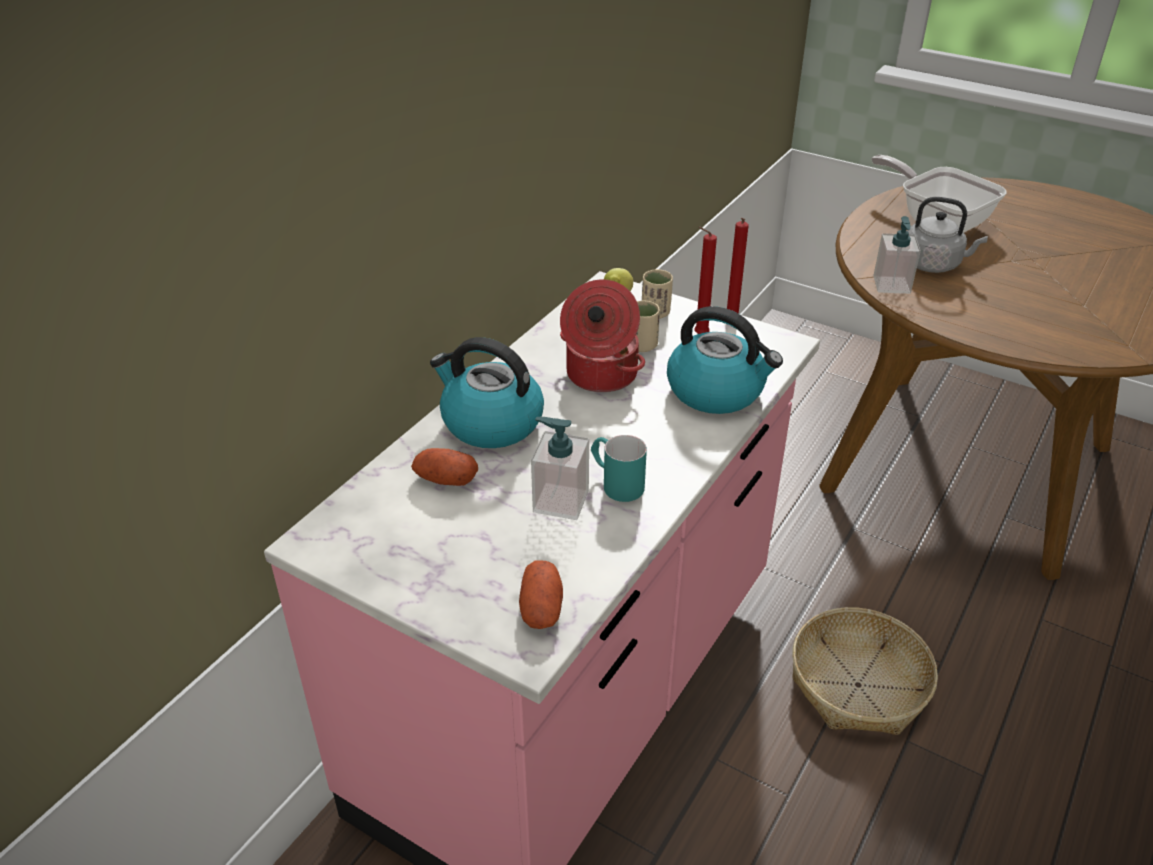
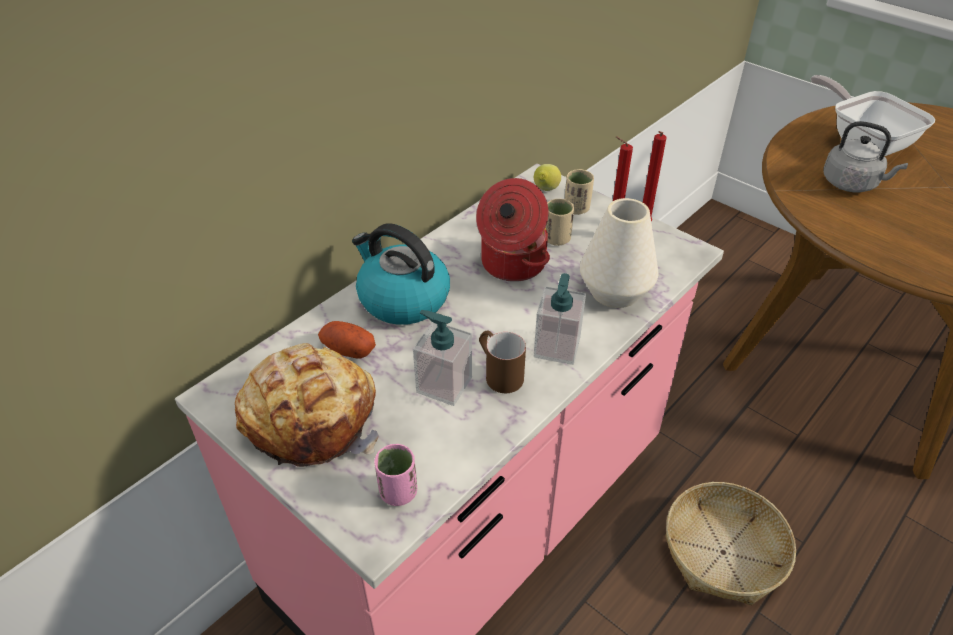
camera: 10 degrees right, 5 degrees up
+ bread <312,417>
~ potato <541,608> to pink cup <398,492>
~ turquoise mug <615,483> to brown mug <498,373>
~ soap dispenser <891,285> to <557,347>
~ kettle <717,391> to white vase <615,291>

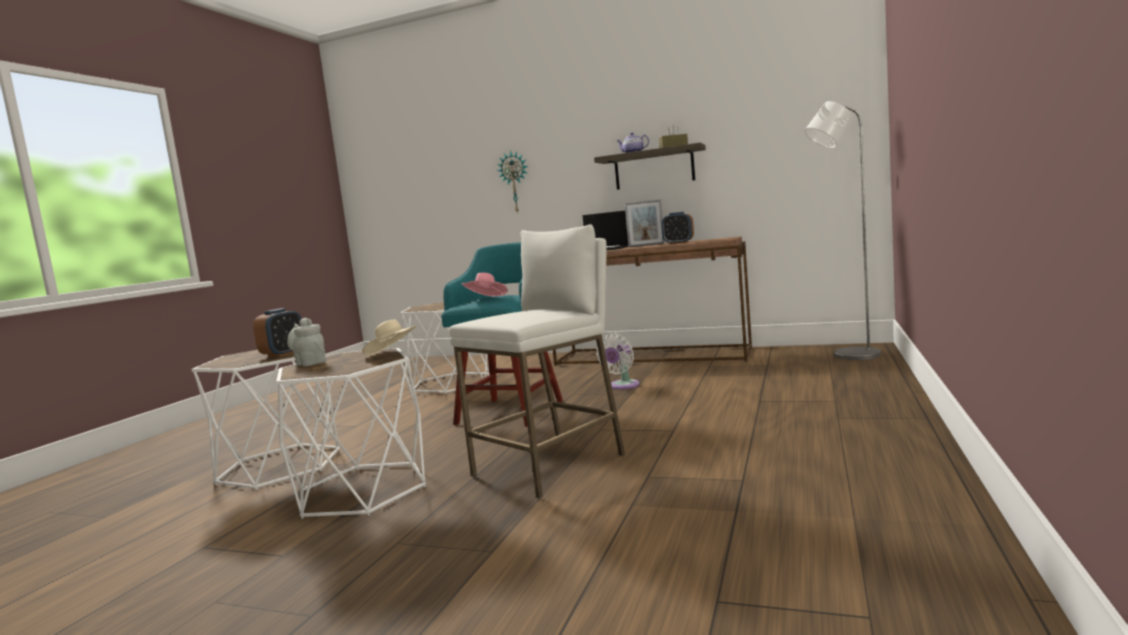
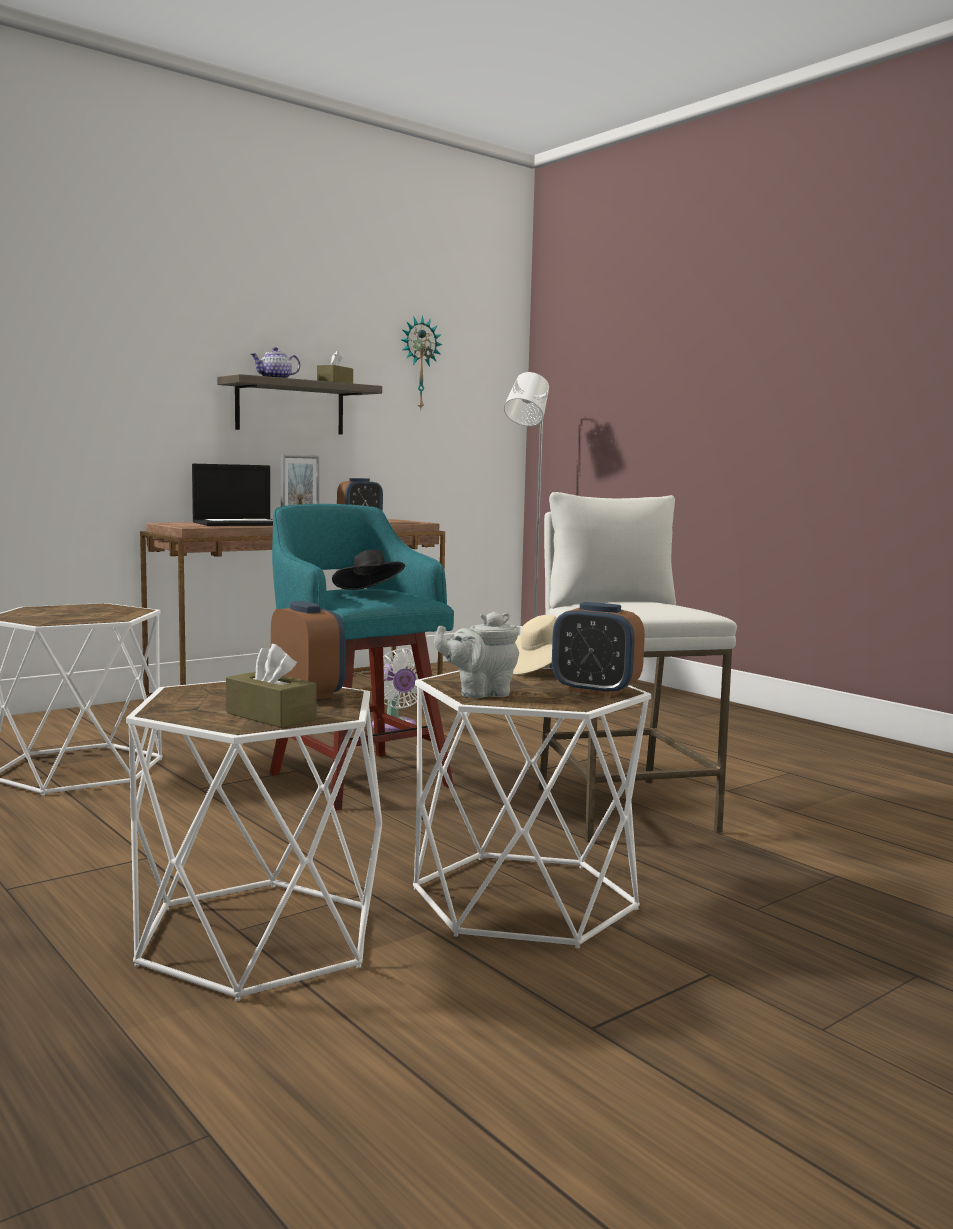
camera: 60 degrees left, 0 degrees up
+ brown tissue box <271,716>
~ pink hat <486,299> to black hat <370,593>
~ wall clock <515,182> to <419,363>
+ alarm clock <595,691>

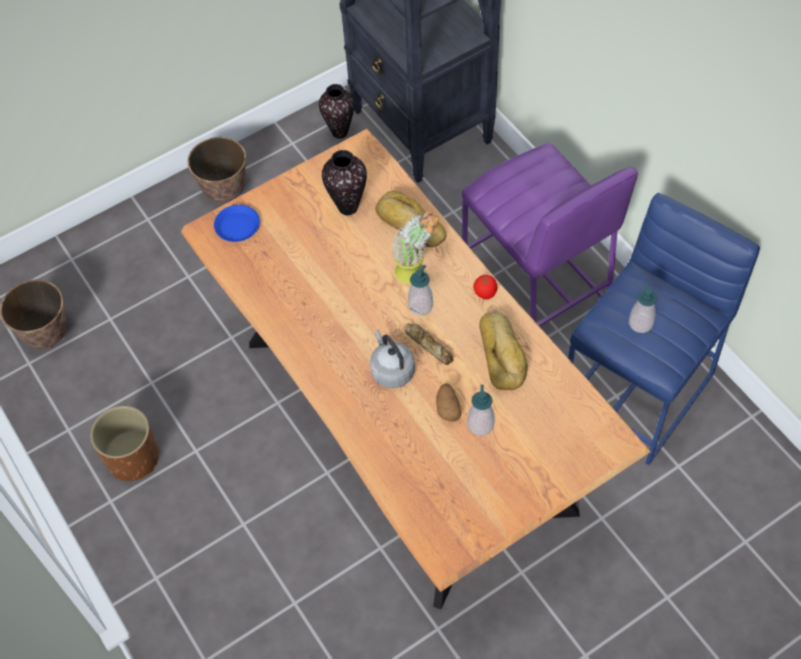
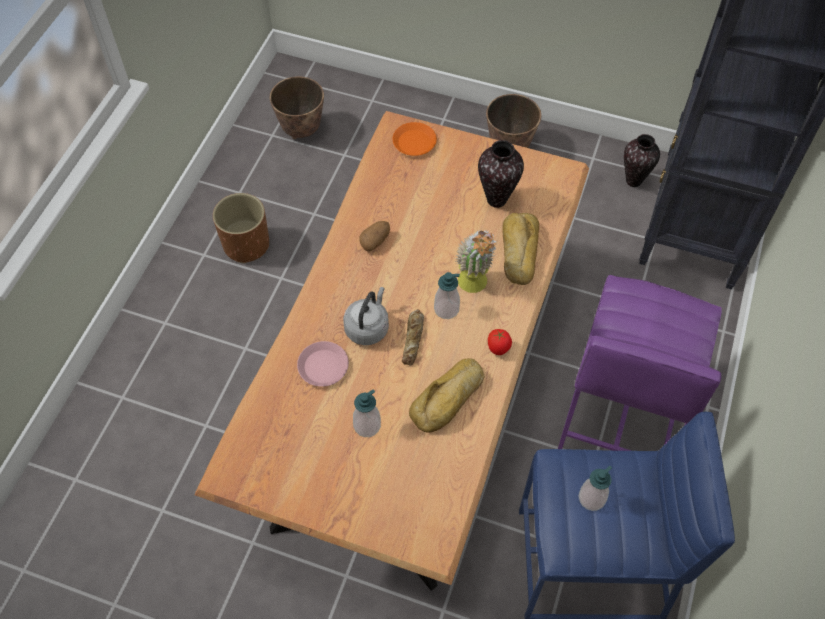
camera: 50 degrees right, 0 degrees up
+ pink plate <323,367>
~ potato <448,408> to <375,241>
~ blue plate <238,226> to orange plate <414,142>

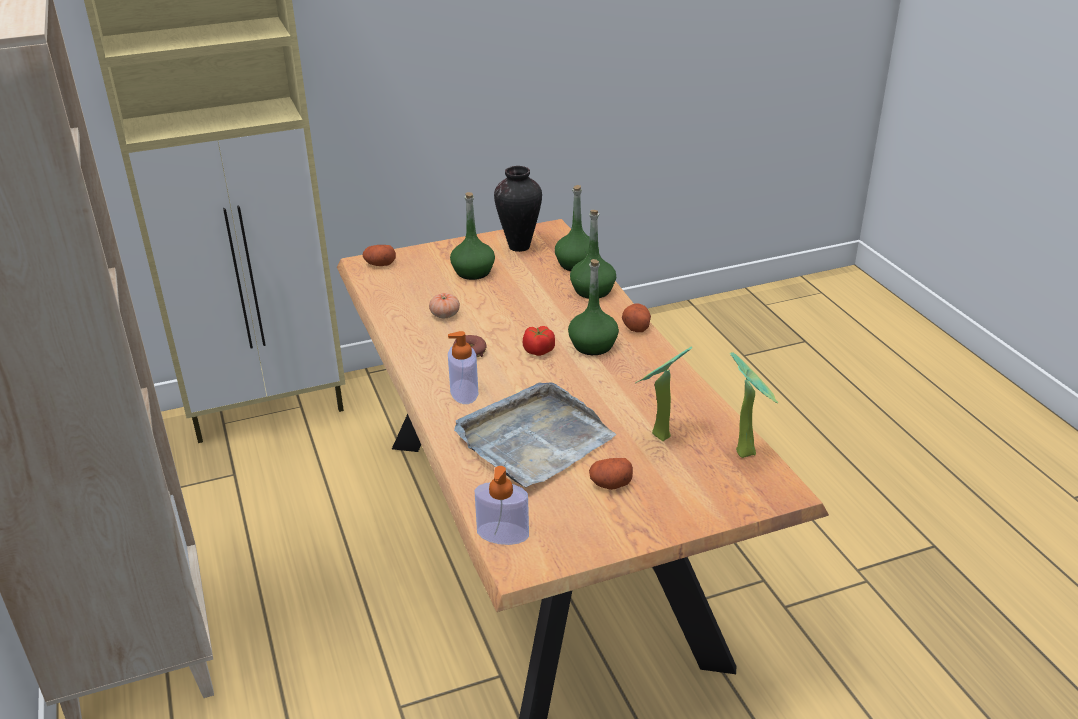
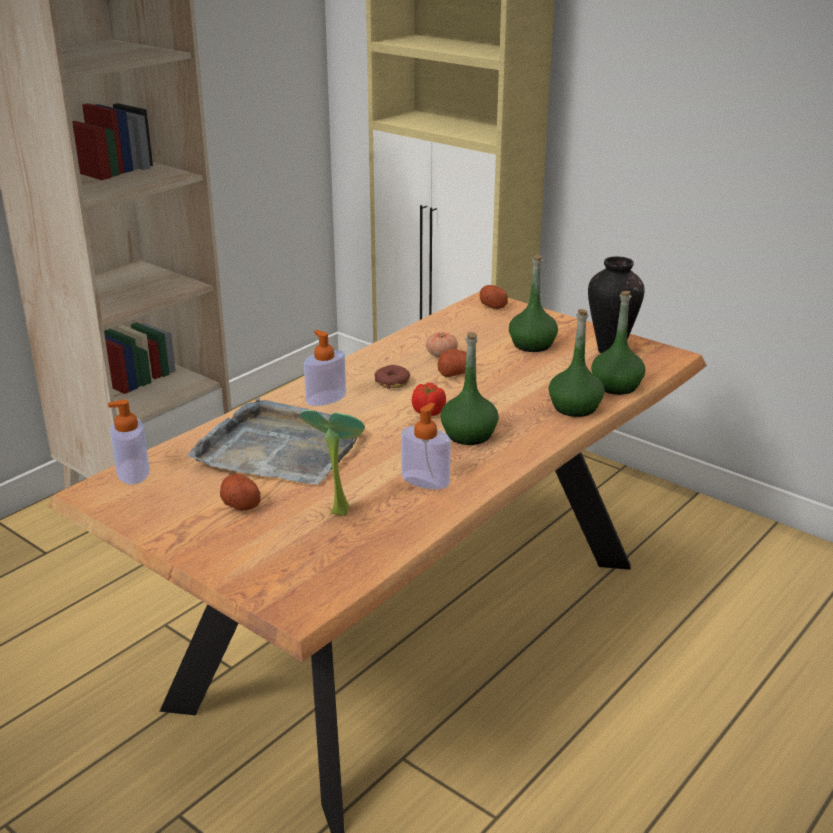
camera: 60 degrees right, 5 degrees down
+ soap dispenser <425,480>
~ potato <636,326> to <455,373>
- potted plant <747,451>

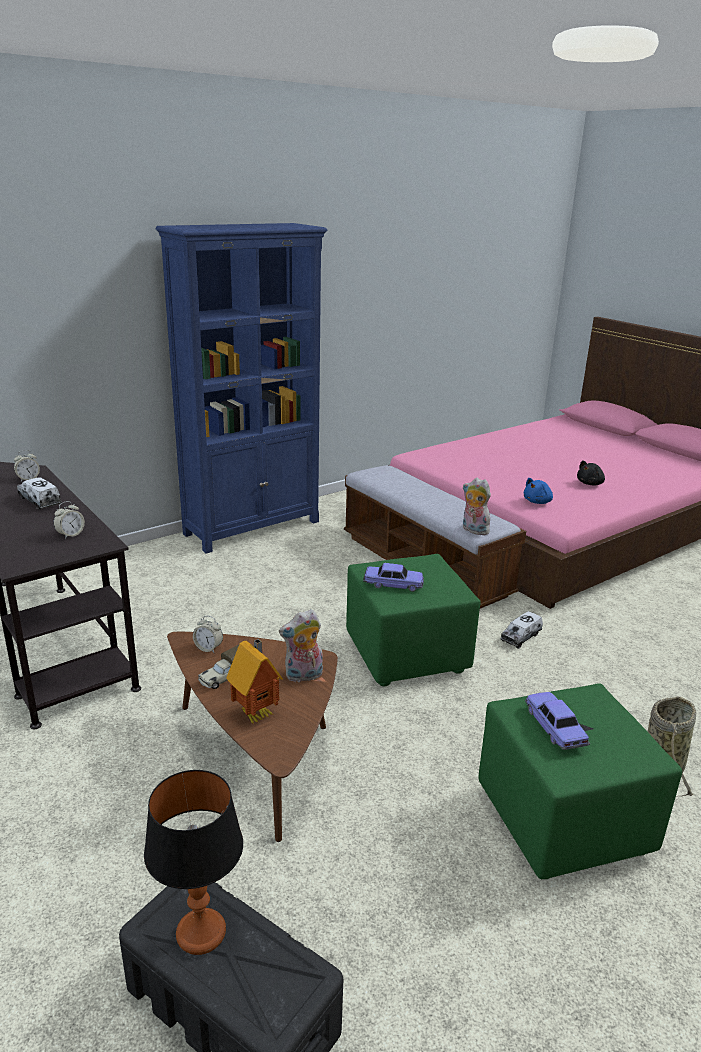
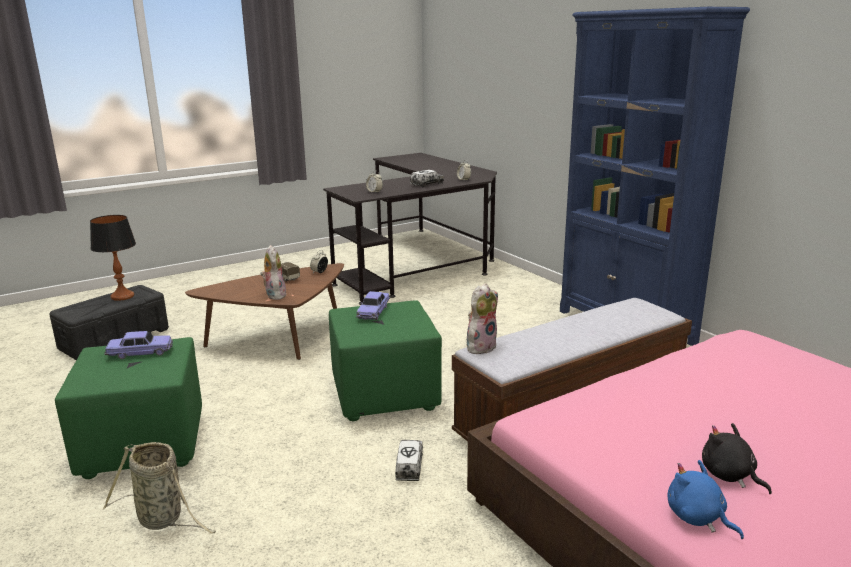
camera: 95 degrees right, 5 degrees down
~ toy truck <521,637> = <409,466> 45 degrees clockwise
~ blue plush toy <538,502> to <697,518>
- toy house <257,713>

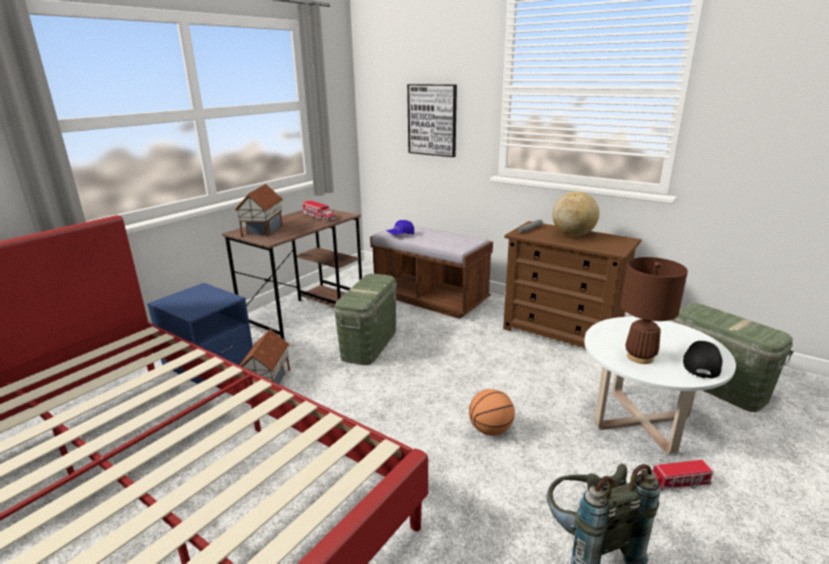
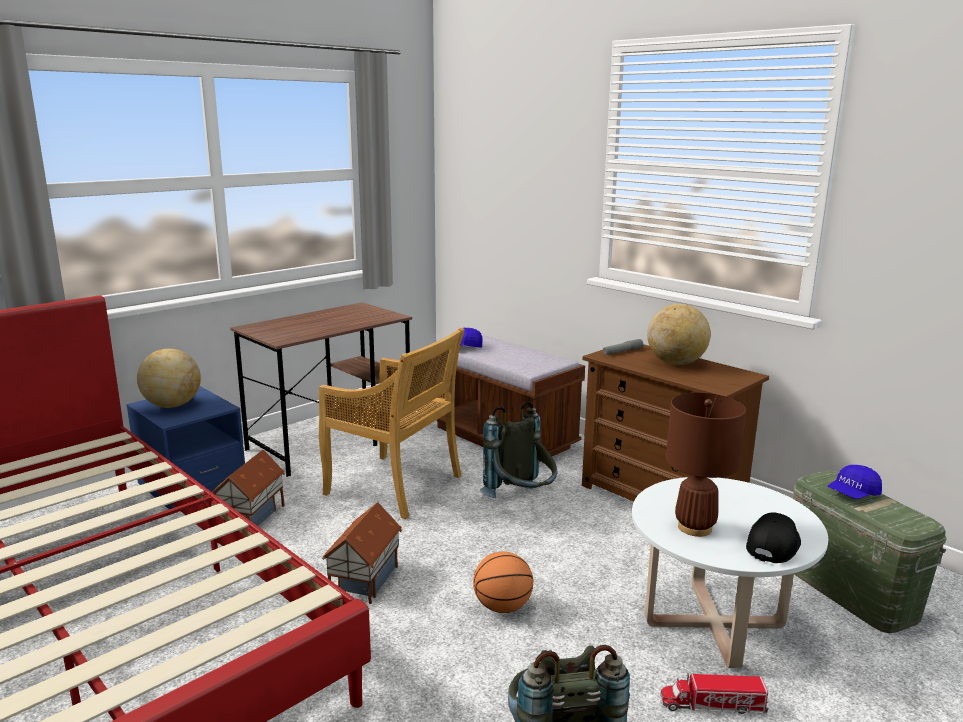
camera: 10 degrees right, 5 degrees down
+ globe <172,405>
~ green storage box <369,344> to beige chair <395,486>
~ toy house <262,230> to <363,581>
+ grey backpack <521,501>
+ blue cap <853,494>
- toy truck <319,217>
- picture <432,120>

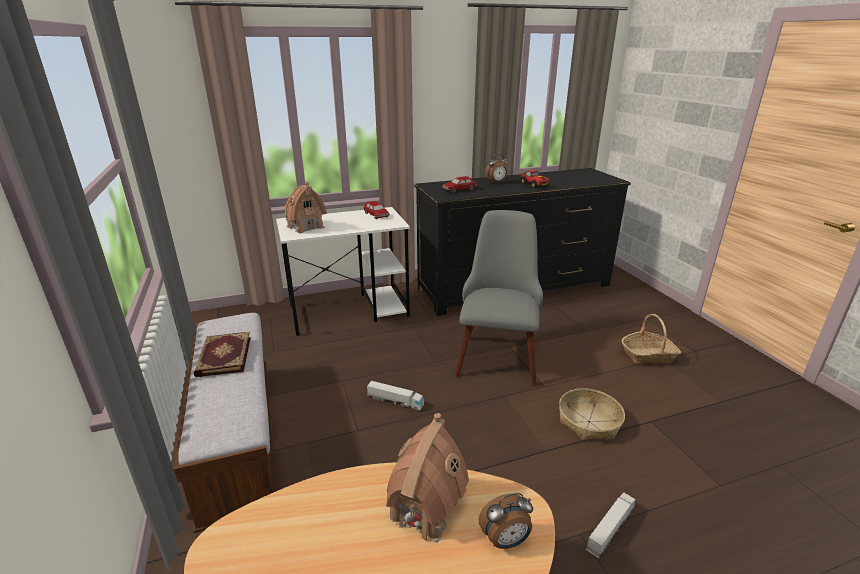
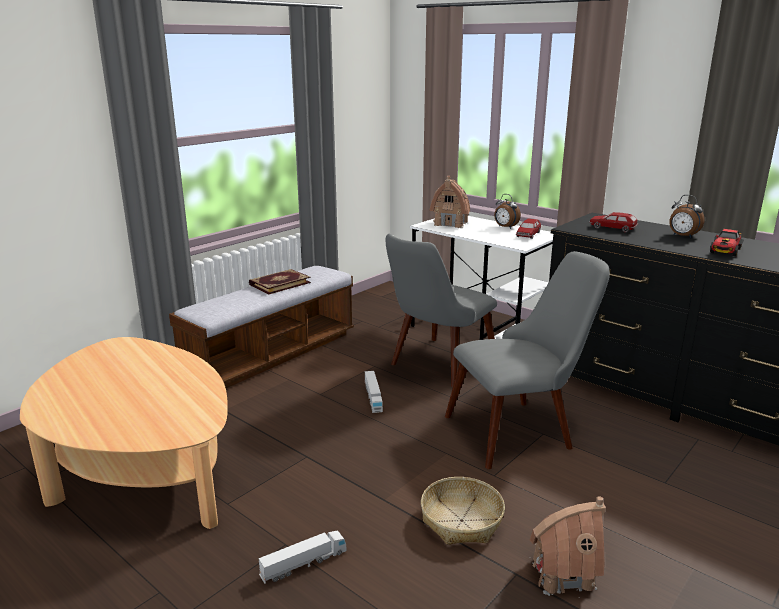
camera: 60 degrees right, 5 degrees down
~ toy truck <610,529> = <303,564> 45 degrees counterclockwise
+ grey chair <436,366>
~ alarm clock <505,541> to <505,227>
~ toy house <424,508> to <563,573>
- basket <648,355>

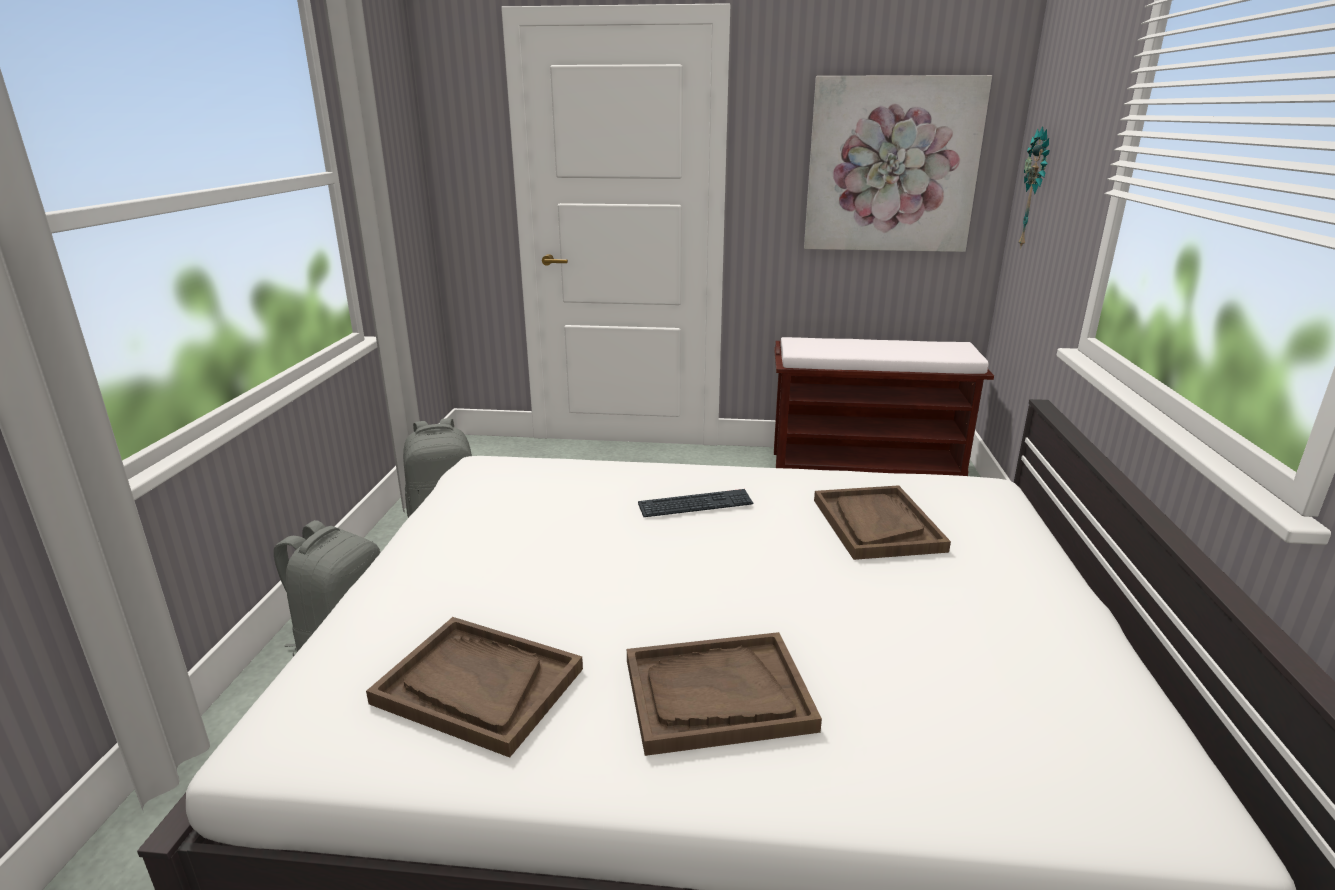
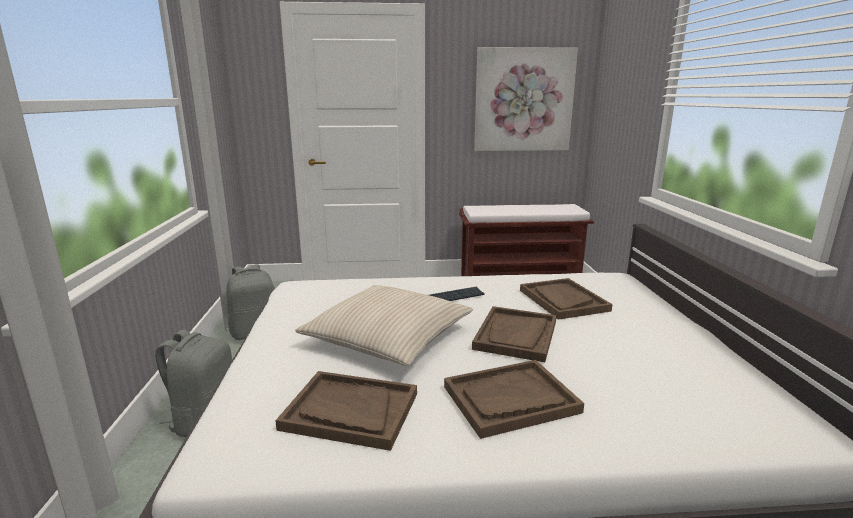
camera: 10 degrees left, 5 degrees down
+ beige pillow <388,337>
+ brown tray <516,335>
- wall clock <1036,189>

